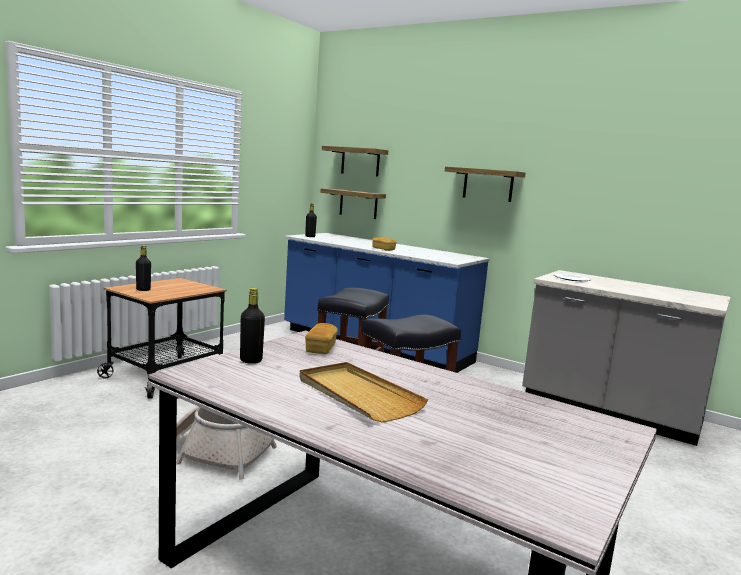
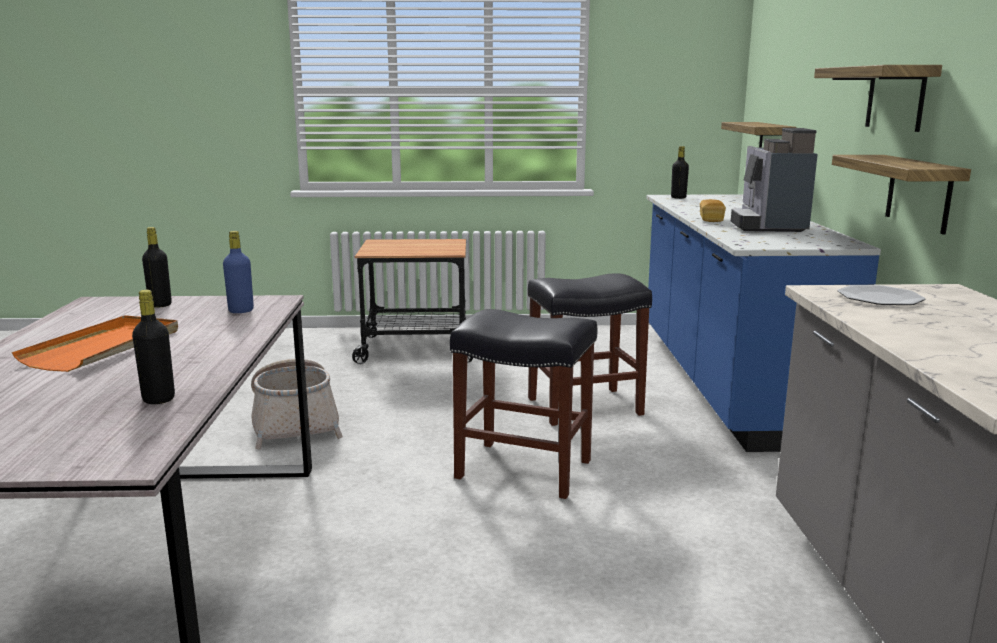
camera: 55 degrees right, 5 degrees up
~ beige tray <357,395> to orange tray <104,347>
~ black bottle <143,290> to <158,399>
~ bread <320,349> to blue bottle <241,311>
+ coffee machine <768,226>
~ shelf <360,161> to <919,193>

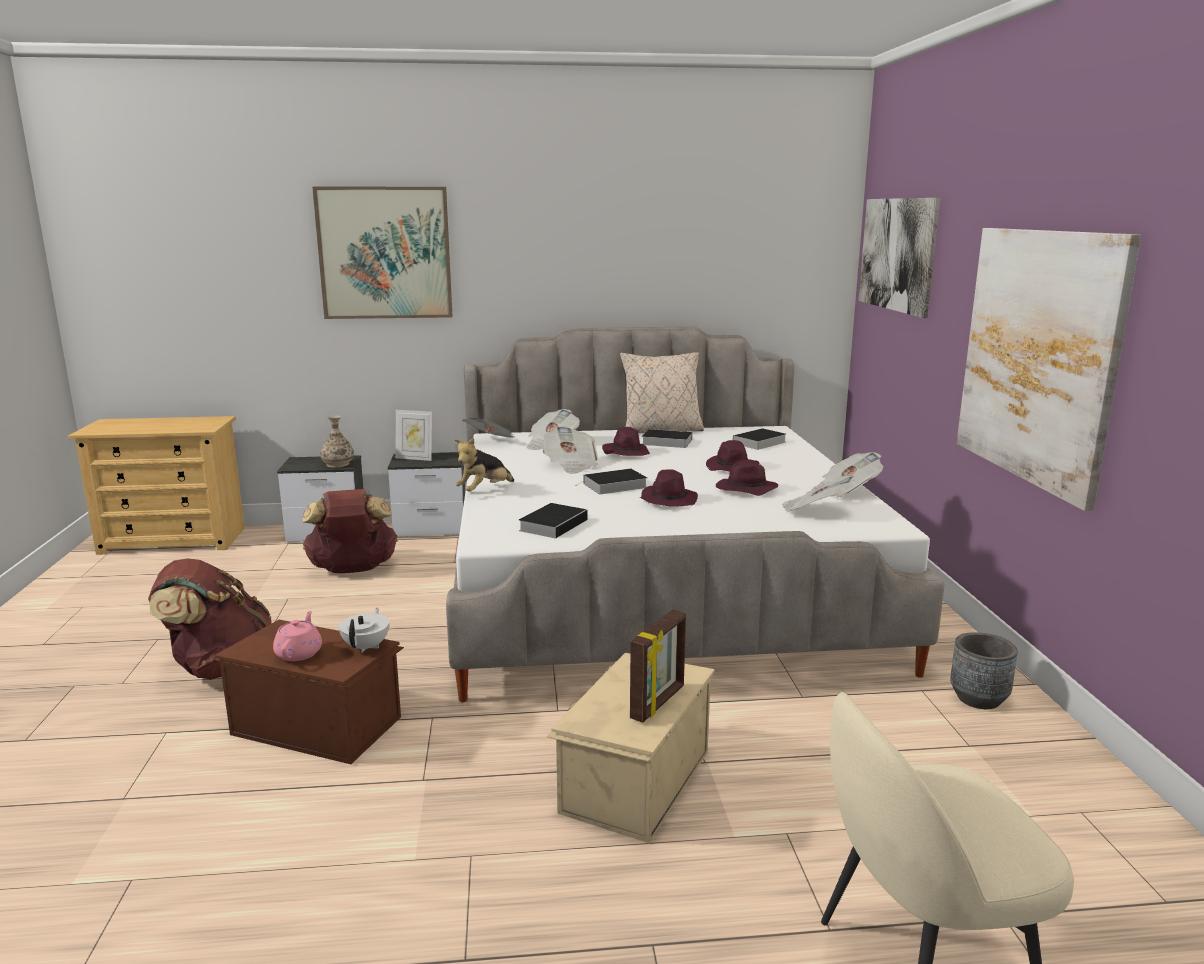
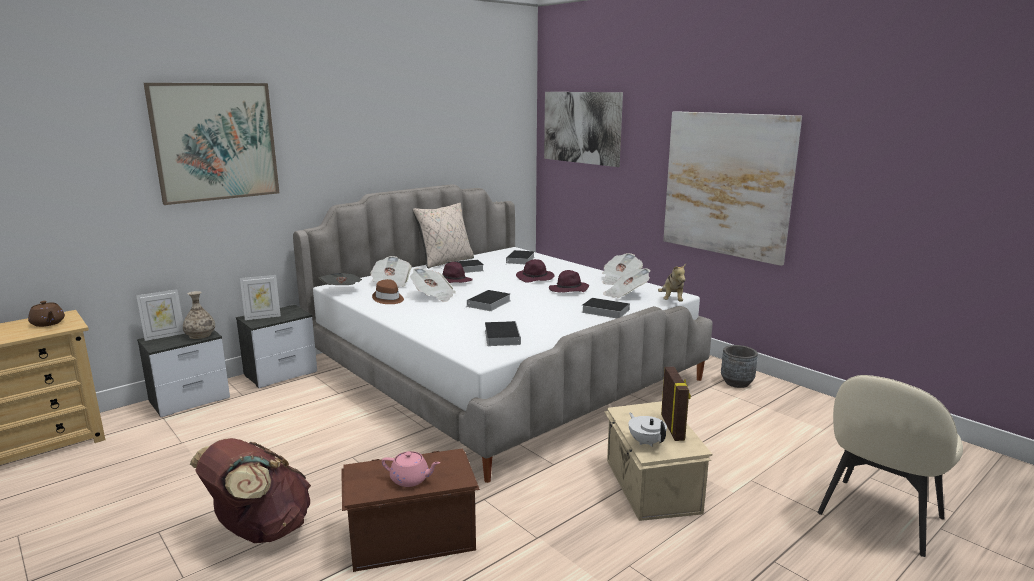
camera: 35 degrees left, 0 degrees up
+ brown teapot <48,323>
+ picture frame <164,336>
+ brown hat <388,299>
~ pink teapot <299,653> = <411,479> 135 degrees clockwise
+ book <603,311>
~ white teapot <367,647> to <646,442>
~ plush toy <484,491> to <672,300>
- brown backpack <353,570>
- purple hat <668,500>

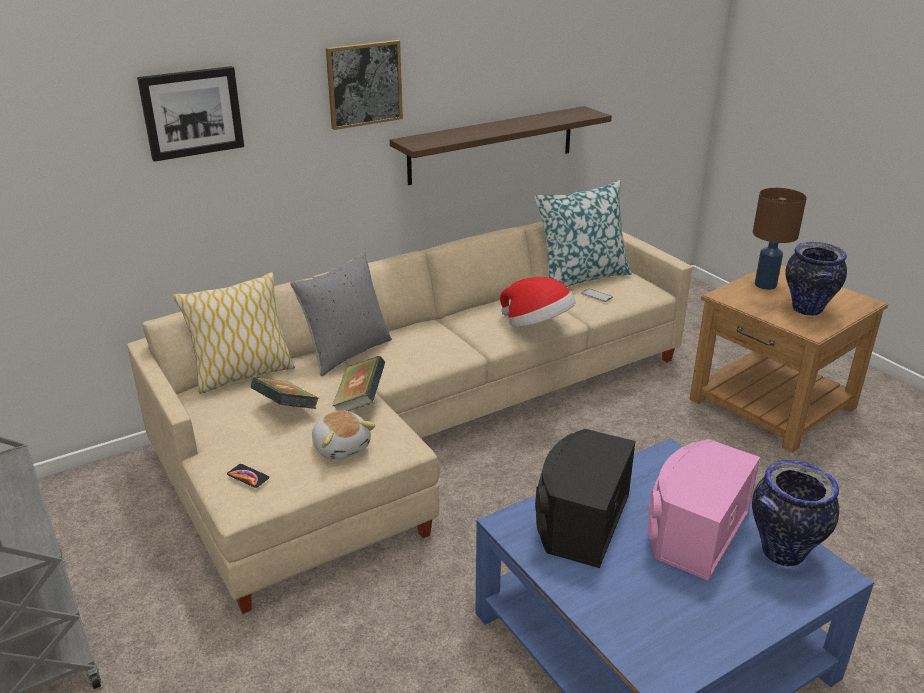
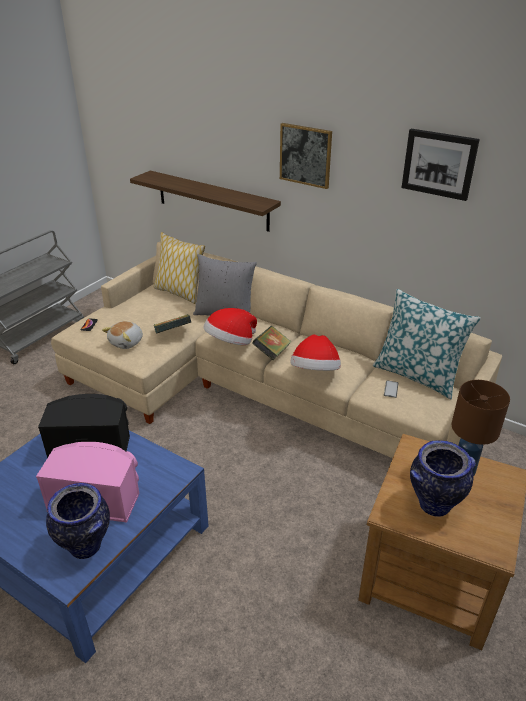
camera: 65 degrees right, 5 degrees up
~ shelf <492,145> to <212,200>
+ hat <230,343>
~ book <286,410> to <272,353>
~ picture <192,112> to <439,164>

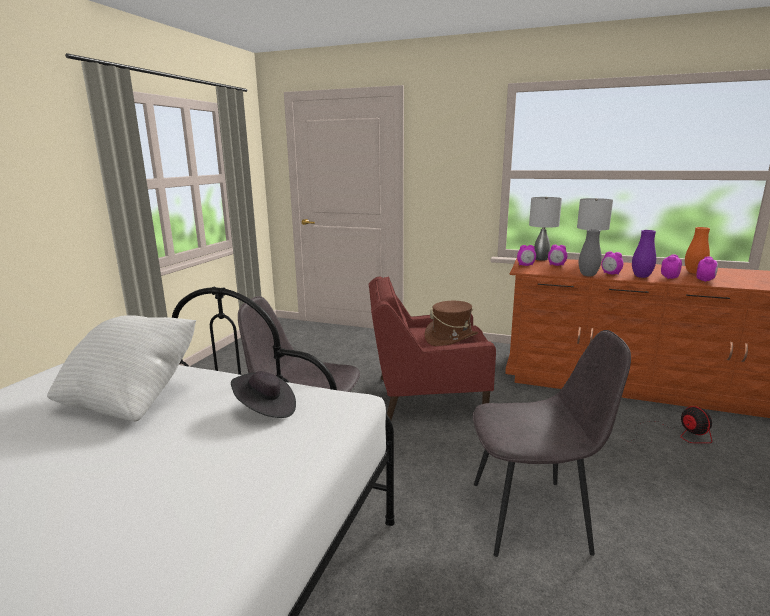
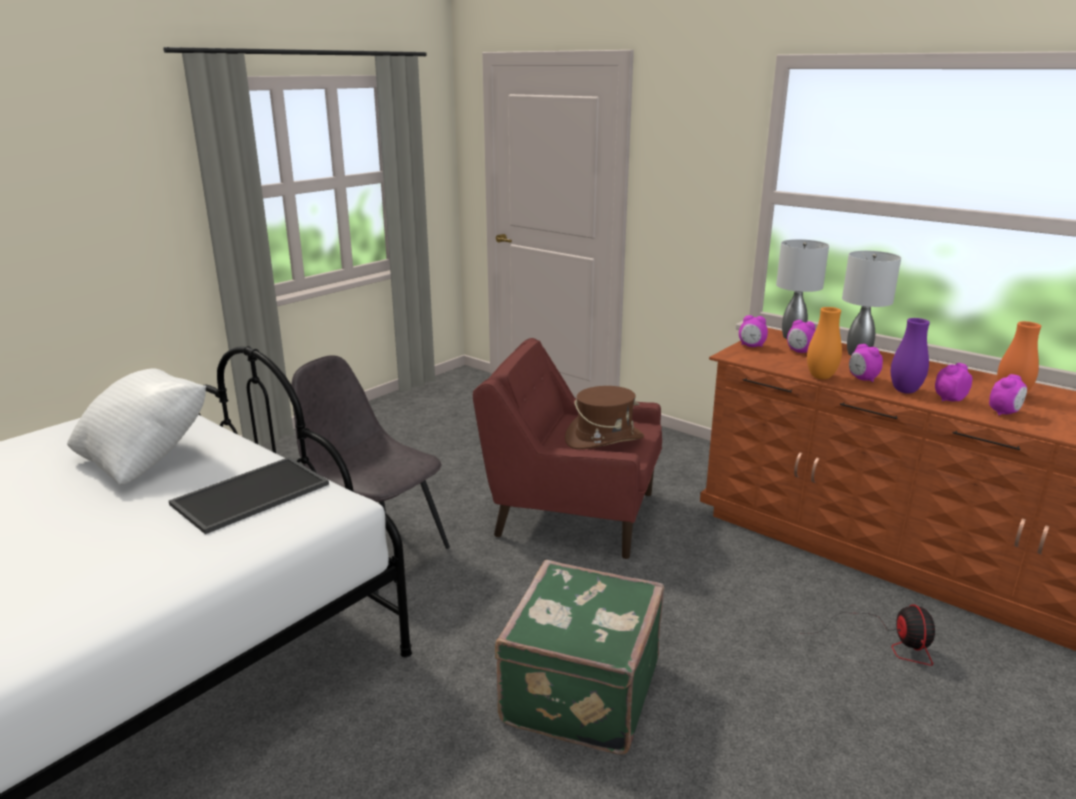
camera: 20 degrees right, 5 degrees up
~ black hat <265,409> to tray <250,495>
~ grey chair <532,516> to green suitcase <578,691>
~ grey vase <588,275> to orange vase <820,377>

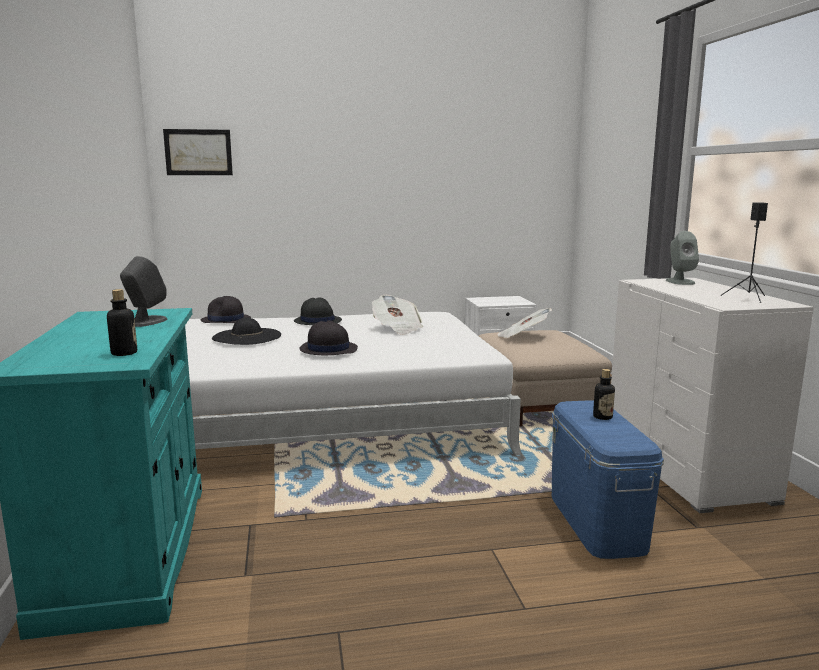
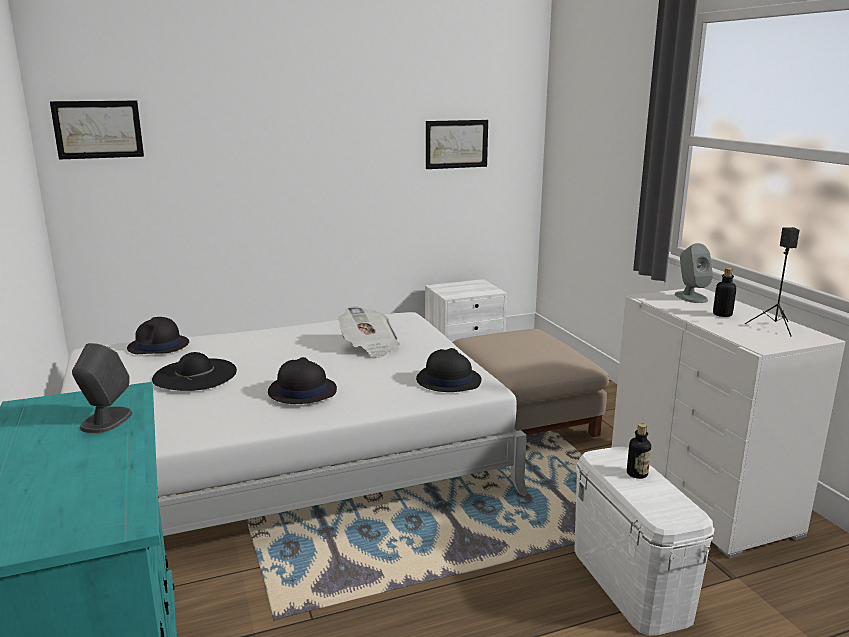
camera: 10 degrees left, 5 degrees up
~ black hat <317,321> to <448,380>
+ picture <456,144>
~ blue storage box <597,521> to white storage box <631,582>
~ bottle <124,353> to <722,314>
- newspaper <522,337>

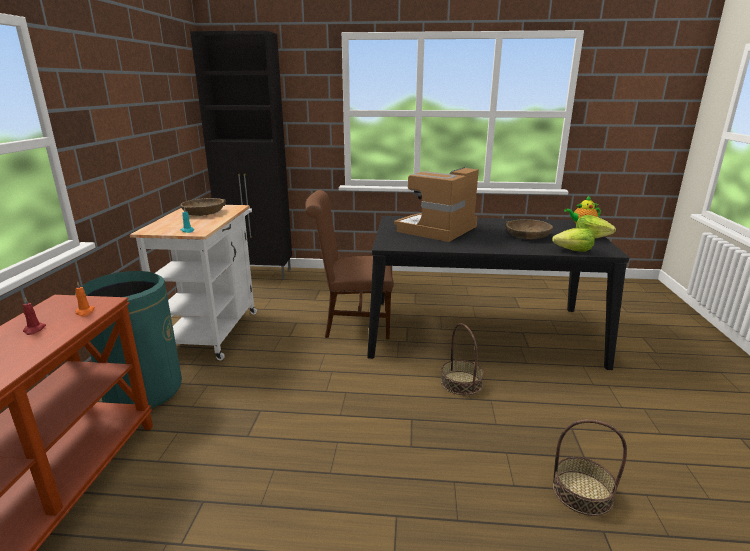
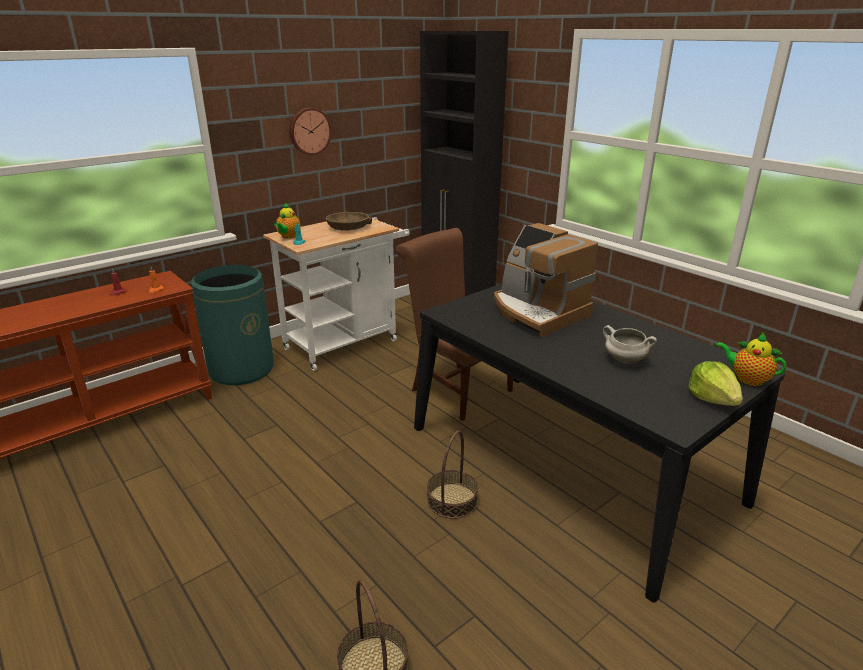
camera: 45 degrees right, 5 degrees up
+ teapot <288,237>
+ wall clock <309,131>
~ coffee machine <437,229> = <538,312> 120 degrees counterclockwise
~ brown bowl <527,236> to white cooking pot <624,360>
- lettuce <573,250>

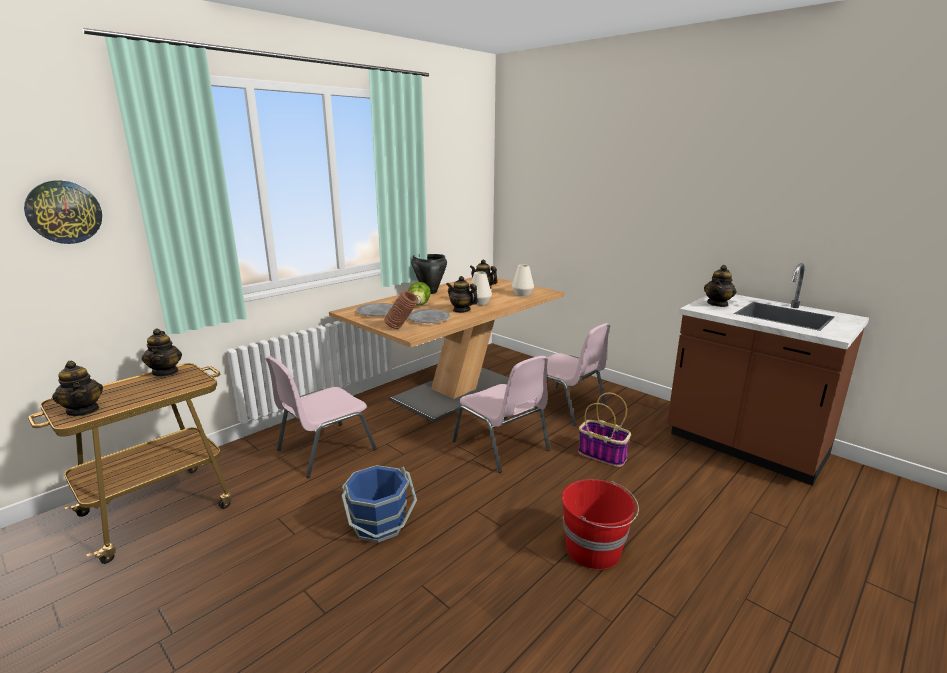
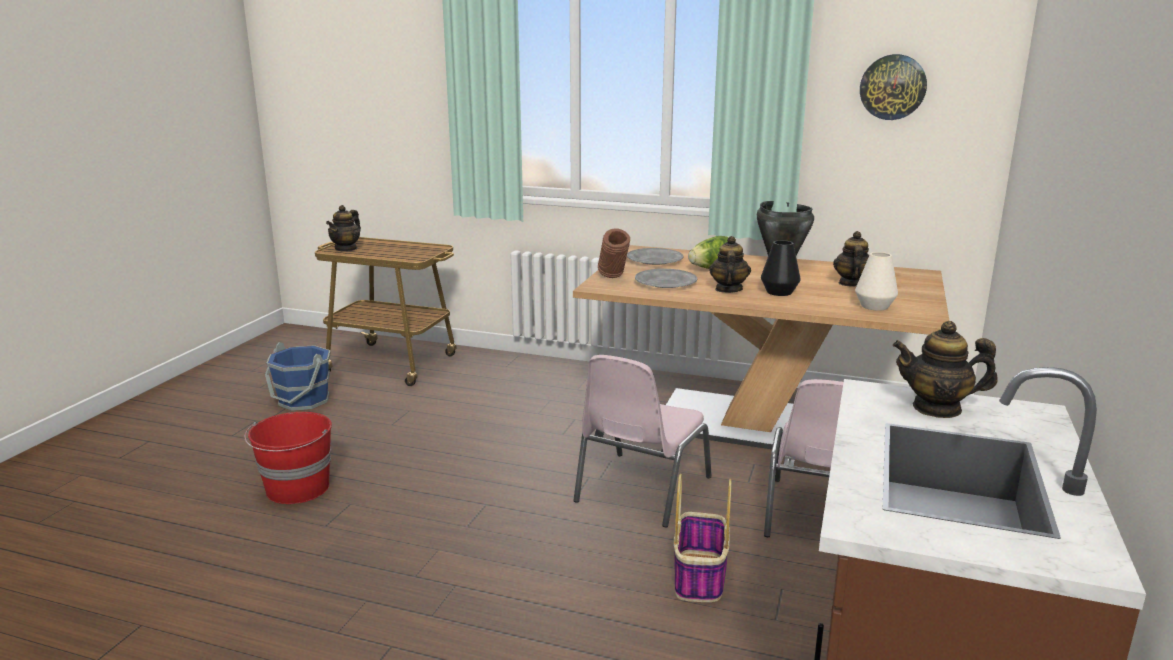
camera: 65 degrees right, 0 degrees up
~ red bucket <594,550> to <297,489>
~ blue bucket <379,525> to <303,400>
~ white vase <479,303> to black vase <779,292>
~ wall clock <64,212> to <892,87>
- teapot <166,372>
- pink chair <324,449>

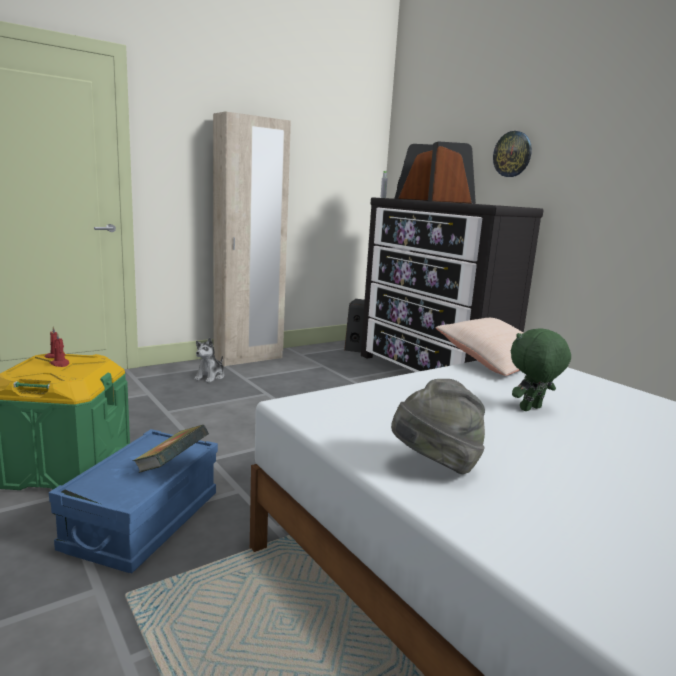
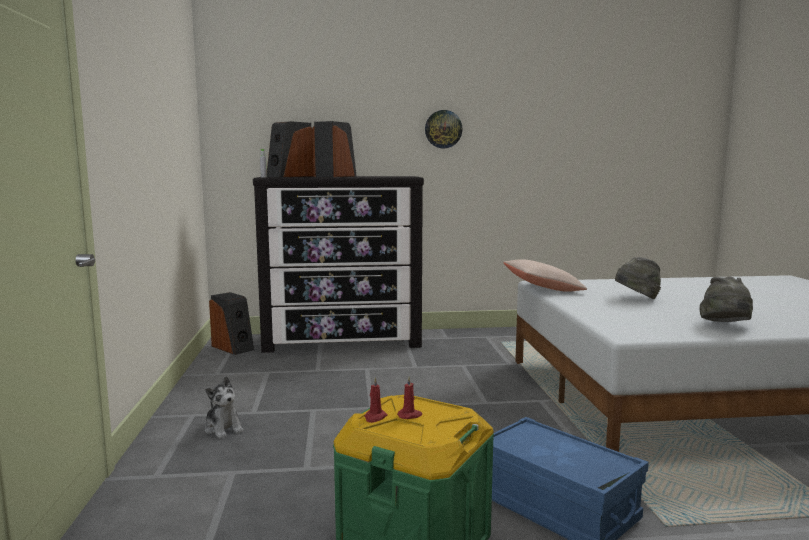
camera: 60 degrees left, 5 degrees down
~ wall clock <512,154> to <443,129>
~ green plush toy <531,409> to grey hat <637,298>
- book <171,466>
- beige wardrobe <248,358>

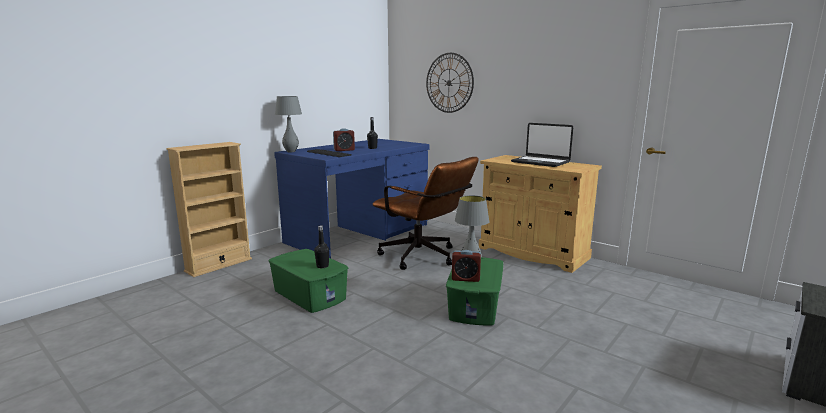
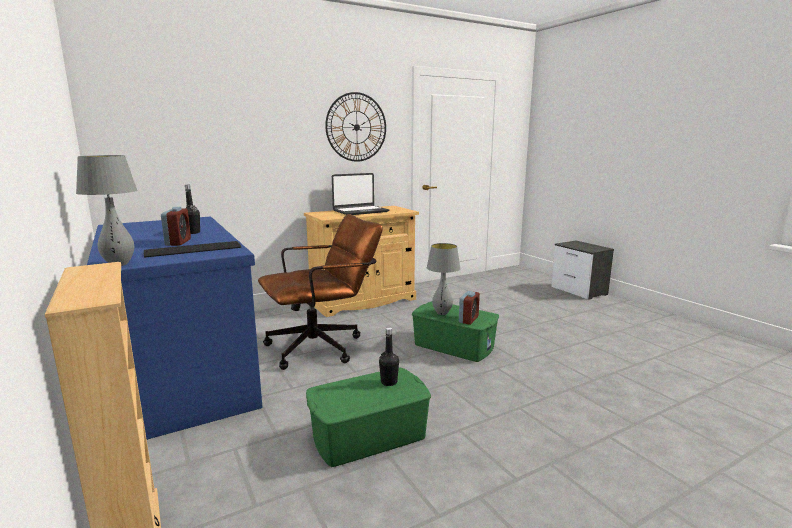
camera: 70 degrees left, 0 degrees up
~ wall clock <449,83> to <356,127>

